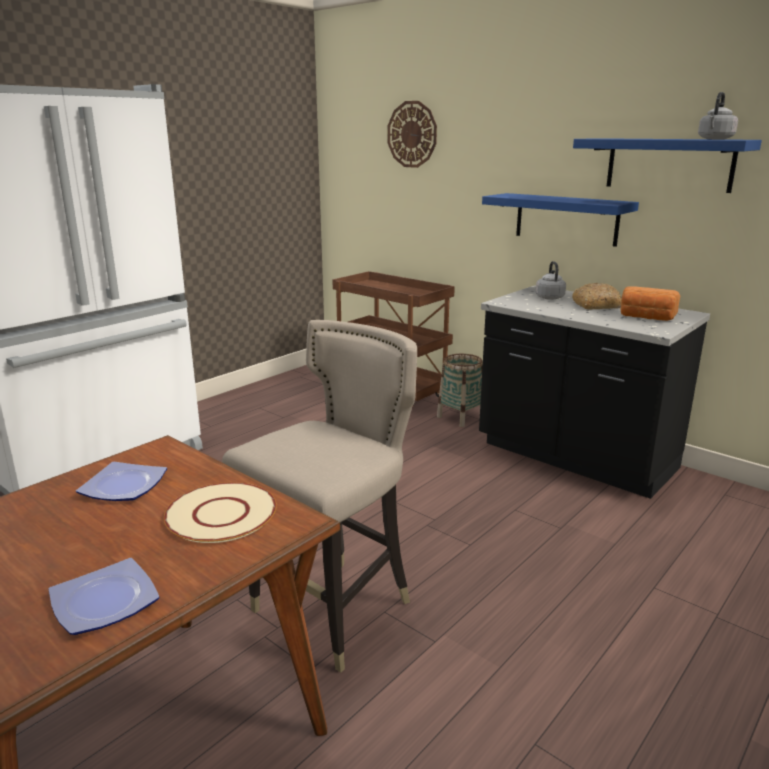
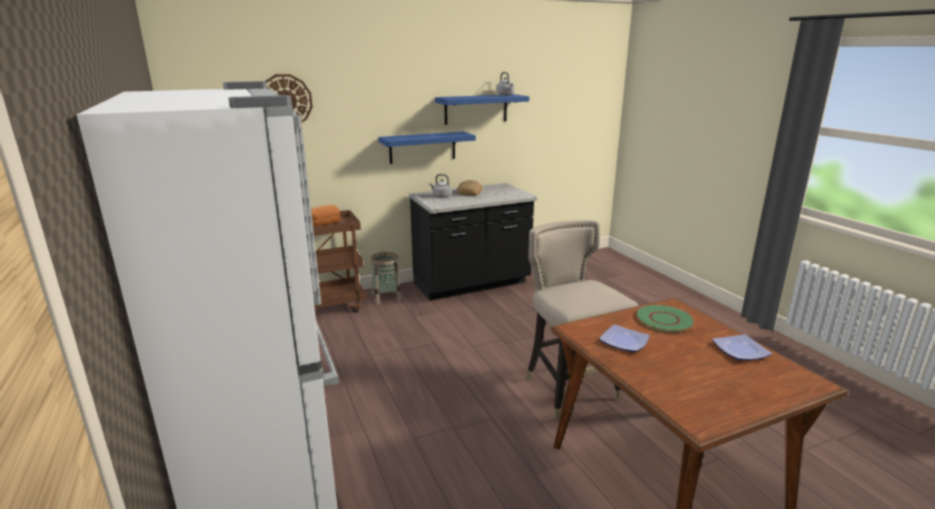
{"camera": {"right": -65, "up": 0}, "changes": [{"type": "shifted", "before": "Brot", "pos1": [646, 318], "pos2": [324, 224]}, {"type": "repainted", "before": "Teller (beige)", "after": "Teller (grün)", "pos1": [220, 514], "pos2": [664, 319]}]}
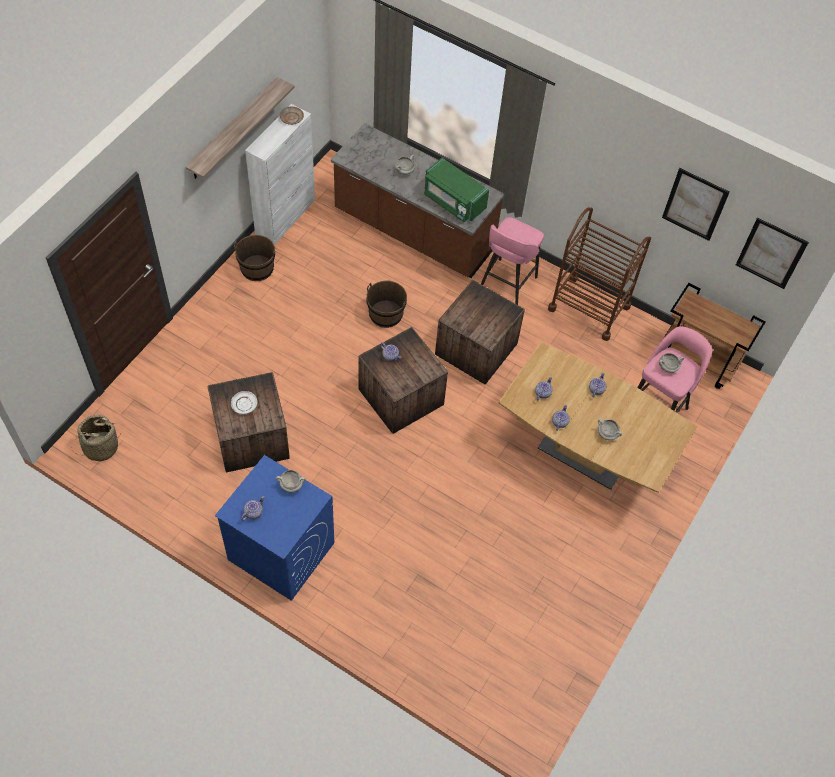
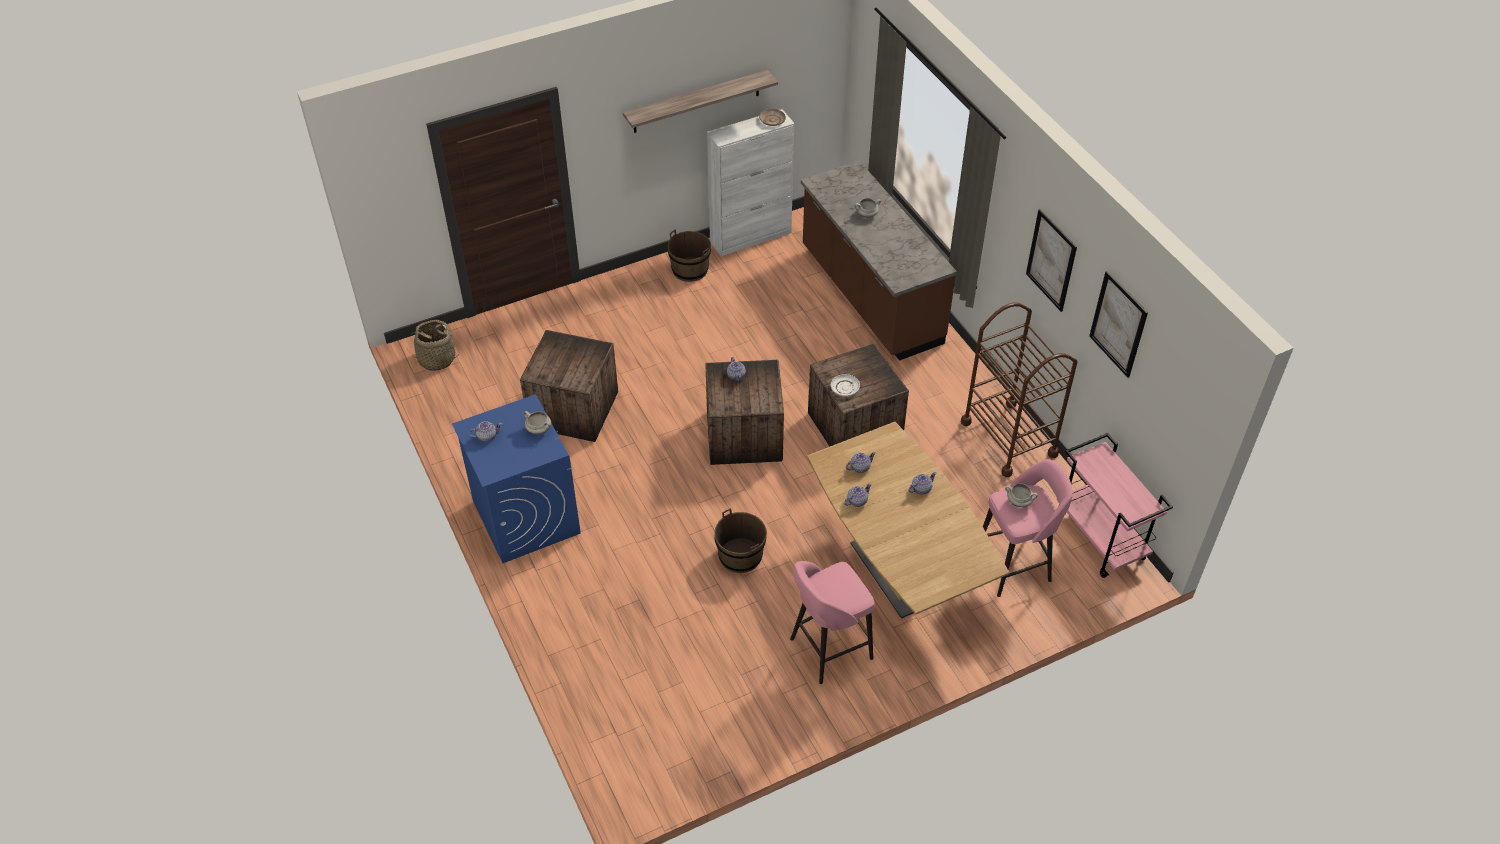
{"camera": {"right": 35, "up": -10}, "changes": [{"type": "gone", "before": "Mikrowelle (grün)", "pos1": [453, 201]}, {"type": "shifted", "before": "Hocker (rosa)", "pos1": [507, 284], "pos2": [828, 649]}, {"type": "shifted", "before": "Bild", "pos1": [771, 253], "pos2": [1051, 260]}, {"type": "shifted", "before": "Eimer (braun)", "pos1": [386, 314], "pos2": [740, 556]}, {"type": "repainted", "before": "Rollwagen (braun)", "after": "Rollwagen (rosa)", "pos1": [698, 359], "pos2": [1100, 540]}, {"type": "shifted", "before": "Teller (weiß)", "pos1": [244, 405], "pos2": [845, 388]}, {"type": "gone", "before": "Kochtopf (weiß)", "pos1": [607, 434]}]}
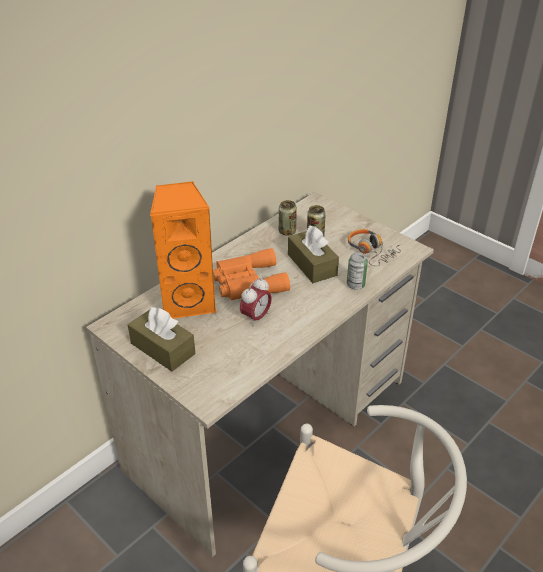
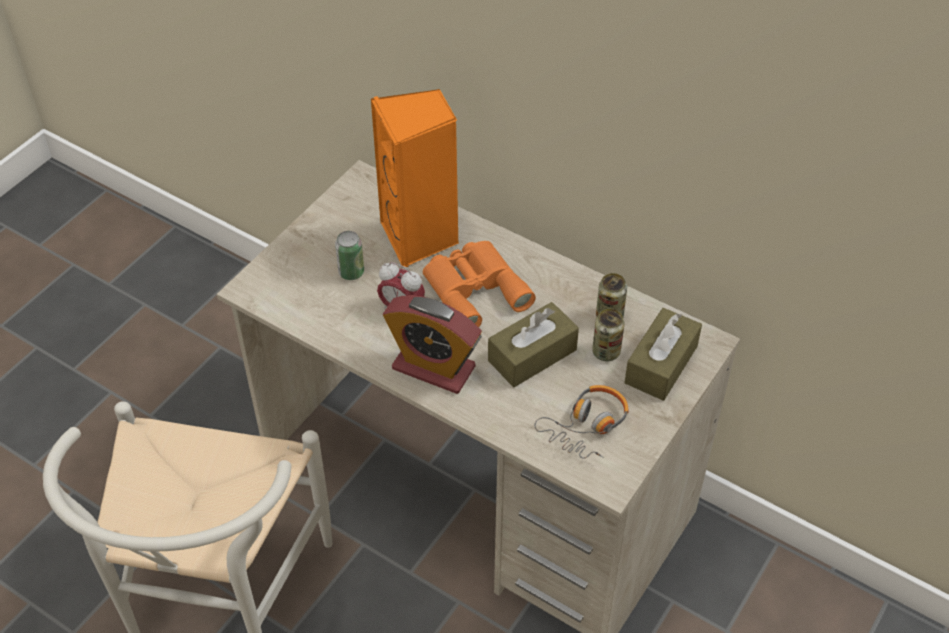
{"camera": {"right": 80, "up": 10}, "changes": [{"type": "shifted", "before": "Dose", "pos1": [355, 285], "pos2": [351, 272]}, {"type": "shifted", "before": "Taschentuchbox (braun)", "pos1": [162, 348], "pos2": [661, 364]}, {"type": "new", "after": "Wecker", "pos2": [433, 367]}]}
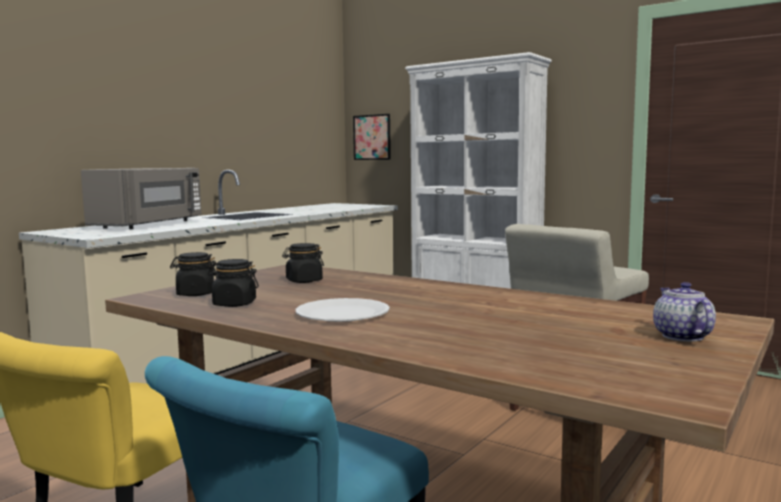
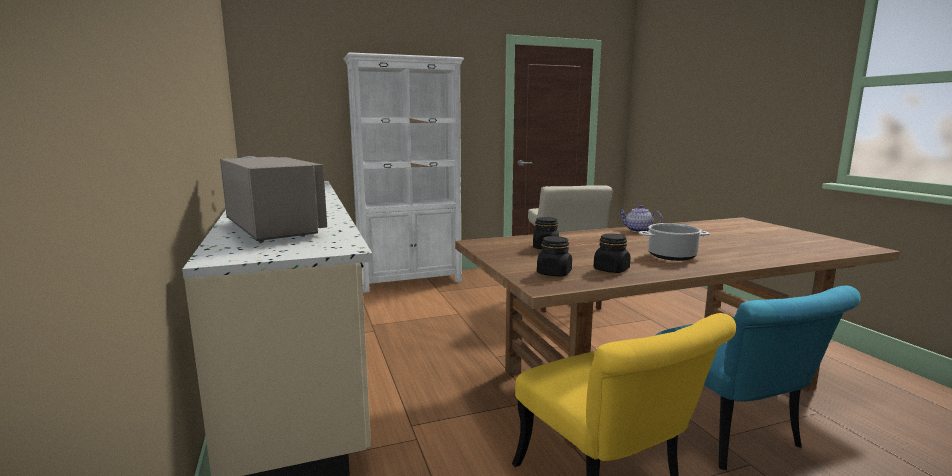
{"camera": {"right": -55, "up": 5}, "changes": [{"type": "gone", "before": "Bild", "pos1": [372, 137]}, {"type": "shifted", "before": "Teekanne", "pos1": [681, 336], "pos2": [638, 230]}, {"type": "swapped", "before": "Teller (weiß)", "after": "Kochtopf", "pos1": [342, 313], "pos2": [671, 256]}]}
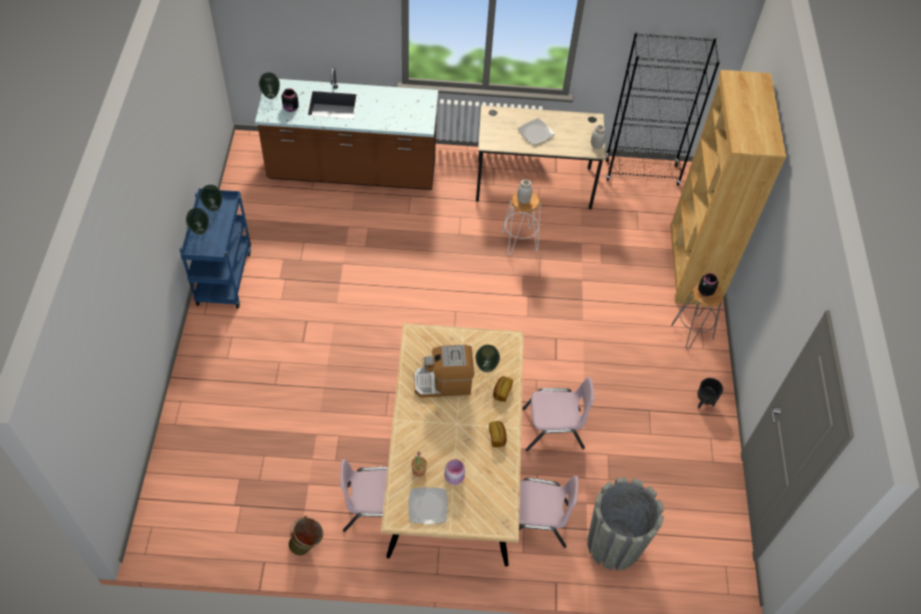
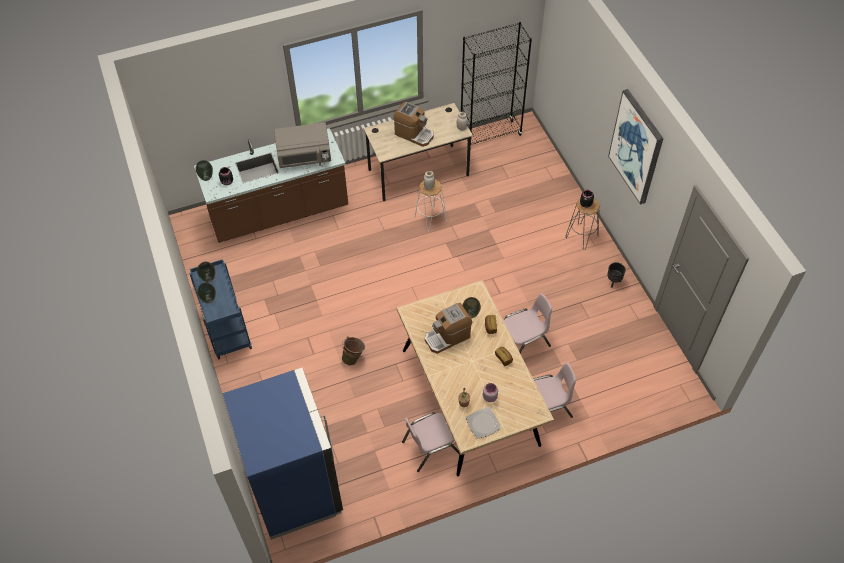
{"camera": {"right": -20, "up": 0}, "changes": [{"type": "gone", "before": "Bücherregal (braun)", "pos1": [693, 265]}, {"type": "swapped", "before": "Teller", "after": "Kaffeemaschine", "pos1": [536, 133], "pos2": [414, 134]}, {"type": "gone", "before": "Pflanzkübel (grau)", "pos1": [613, 544]}, {"type": "shifted", "before": "Eimer (grün)", "pos1": [307, 545], "pos2": [354, 358]}, {"type": "new", "after": "Bild", "pos2": [636, 147]}, {"type": "new", "after": "Mikrowelle (grau)", "pos2": [304, 158]}, {"type": "new", "after": "Kühlschrank (blau)", "pos2": [295, 488]}]}
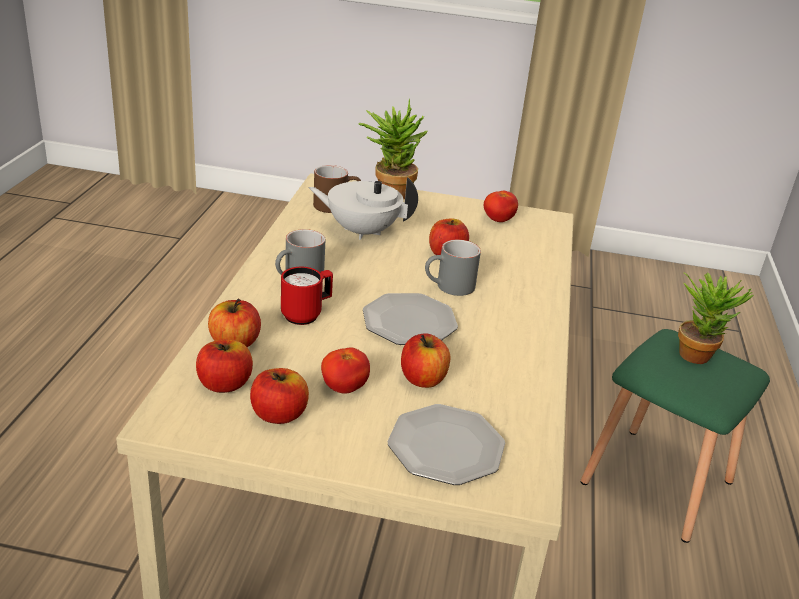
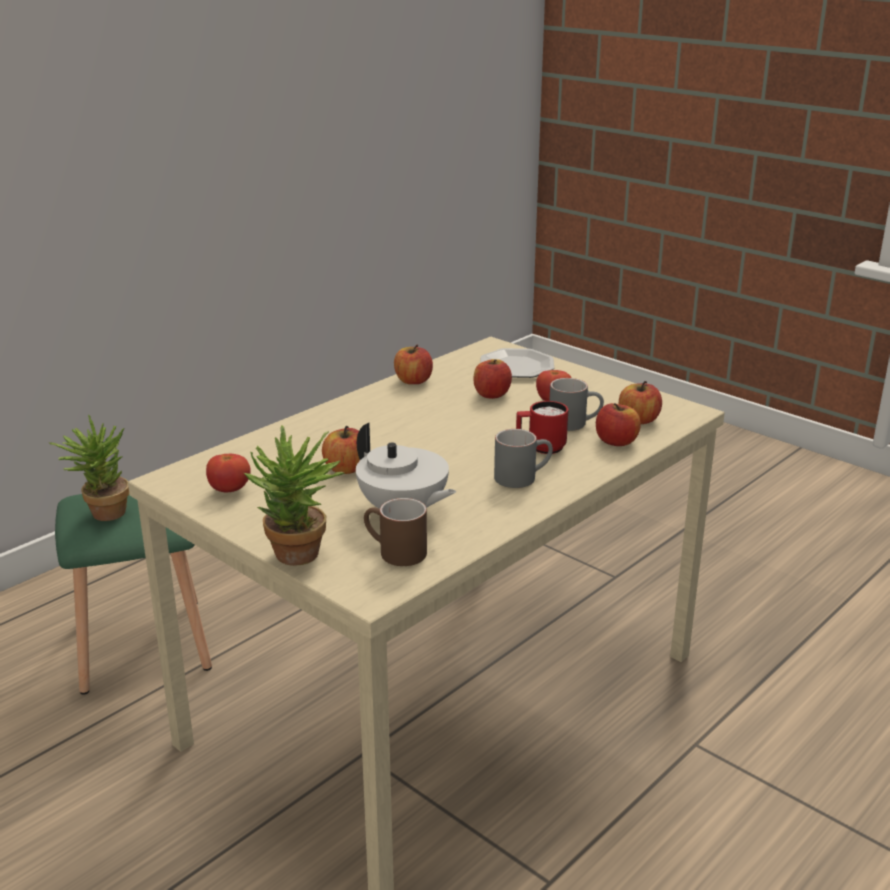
{"camera": {"right": -145, "up": -5}, "changes": [{"type": "shifted", "before": "Henkelbecher (grau)", "pos1": [449, 287], "pos2": [574, 423]}, {"type": "gone", "before": "Teller", "pos1": [410, 323]}, {"type": "shifted", "before": "Apfel", "pos1": [279, 414], "pos2": [413, 381]}]}
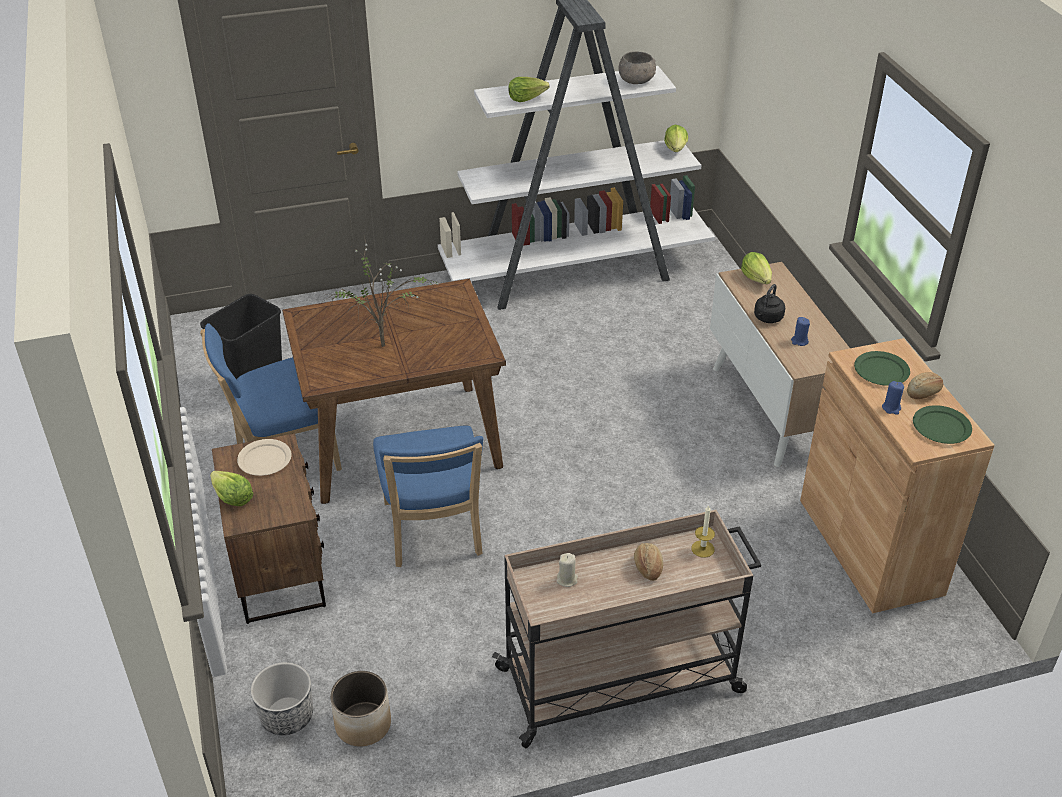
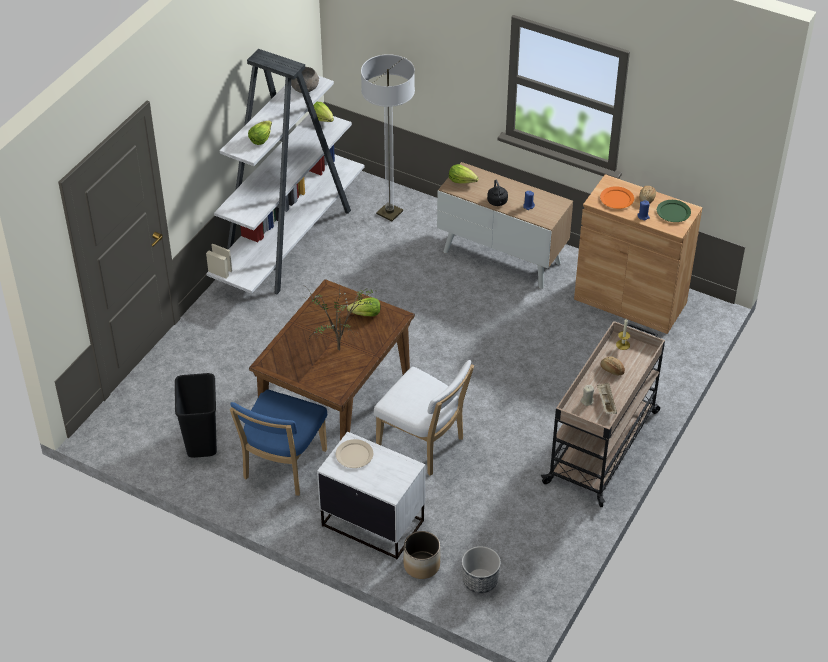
{"camera": {"right": -45, "up": 5}, "changes": [{"type": "repainted", "before": "Teller (grün)", "after": "Teller (orange)", "pos1": [881, 371], "pos2": [616, 199]}, {"type": "repainted", "before": "Stuhl (blau)", "after": "Stuhl (weiß)", "pos1": [433, 533], "pos2": [423, 445]}, {"type": "repainted", "before": "Nachttisch (braun)", "after": "Nachttisch (weiß)", "pos1": [279, 569], "pos2": [372, 522]}, {"type": "shifted", "before": "Salatkopf", "pos1": [232, 497], "pos2": [365, 314]}, {"type": "shifted", "before": "Pflanzkübel", "pos1": [362, 724], "pos2": [421, 565]}, {"type": "new", "after": "Stehlampe", "pos2": [389, 213]}, {"type": "new", "after": "Tablett (beige)", "pos2": [606, 403]}]}
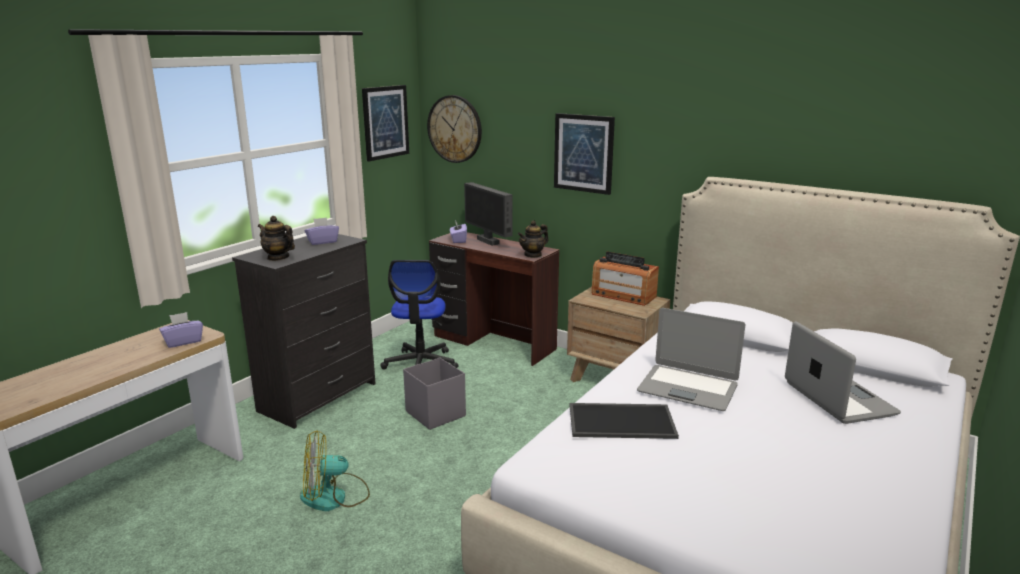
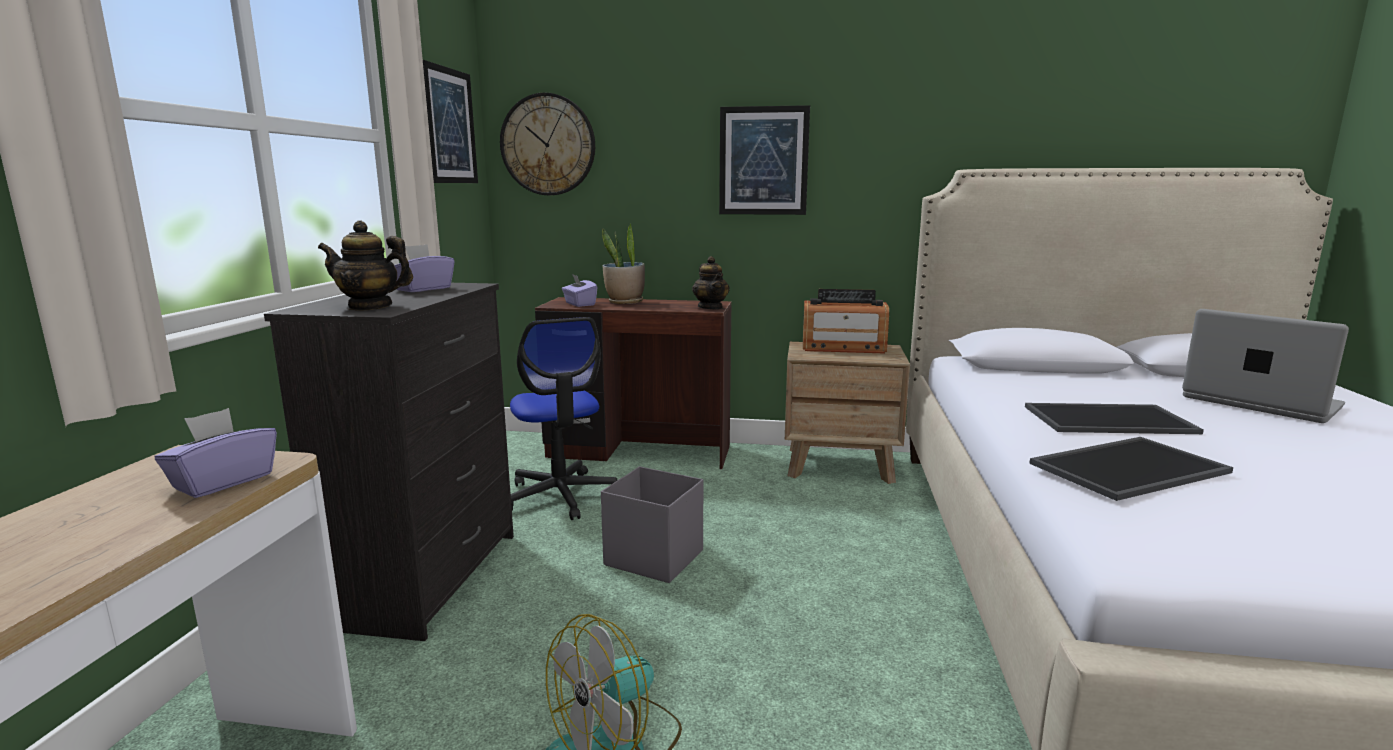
{"camera": {"right": -25, "up": -5}, "changes": [{"type": "swapped", "before": "Monitor", "after": "Topfpflanze", "pos1": [489, 241], "pos2": [625, 302]}, {"type": "rotated", "before": "Teekanne", "pos1": [533, 255], "pos2": [711, 308], "turn": -45}, {"type": "swapped", "before": "Laptop", "after": "Tablett", "pos1": [688, 388], "pos2": [1109, 419]}]}
